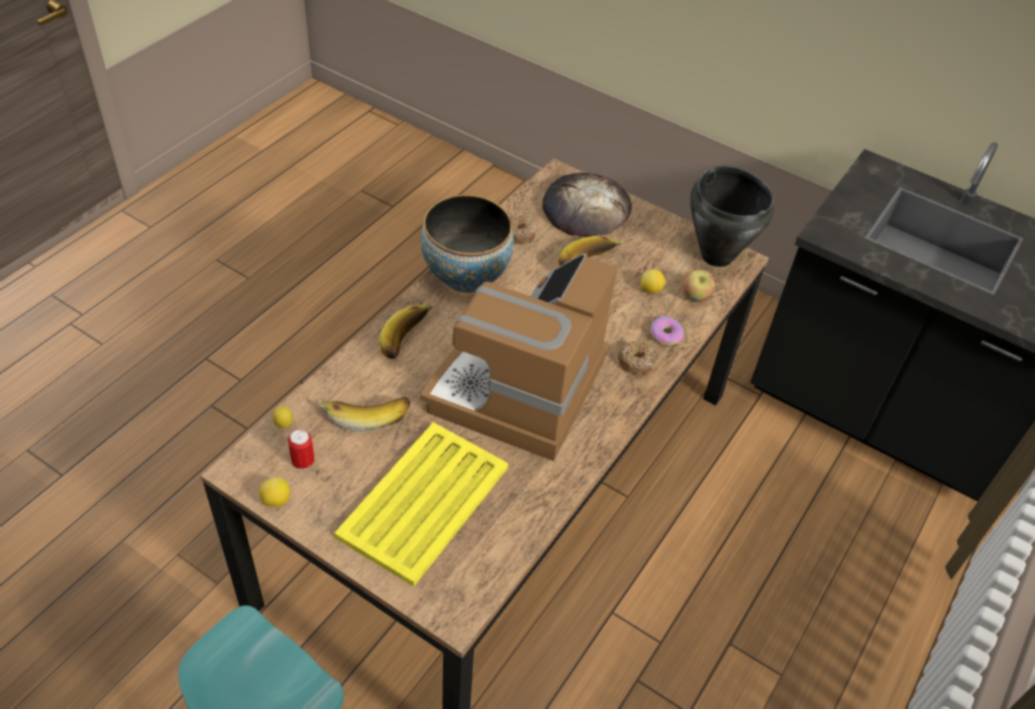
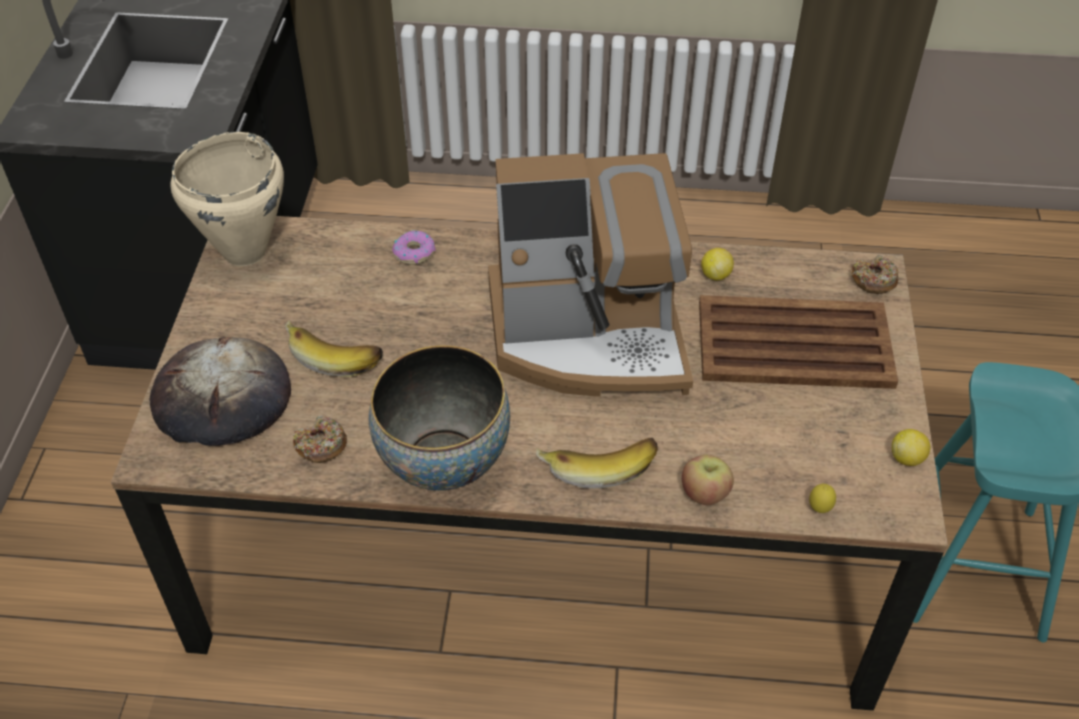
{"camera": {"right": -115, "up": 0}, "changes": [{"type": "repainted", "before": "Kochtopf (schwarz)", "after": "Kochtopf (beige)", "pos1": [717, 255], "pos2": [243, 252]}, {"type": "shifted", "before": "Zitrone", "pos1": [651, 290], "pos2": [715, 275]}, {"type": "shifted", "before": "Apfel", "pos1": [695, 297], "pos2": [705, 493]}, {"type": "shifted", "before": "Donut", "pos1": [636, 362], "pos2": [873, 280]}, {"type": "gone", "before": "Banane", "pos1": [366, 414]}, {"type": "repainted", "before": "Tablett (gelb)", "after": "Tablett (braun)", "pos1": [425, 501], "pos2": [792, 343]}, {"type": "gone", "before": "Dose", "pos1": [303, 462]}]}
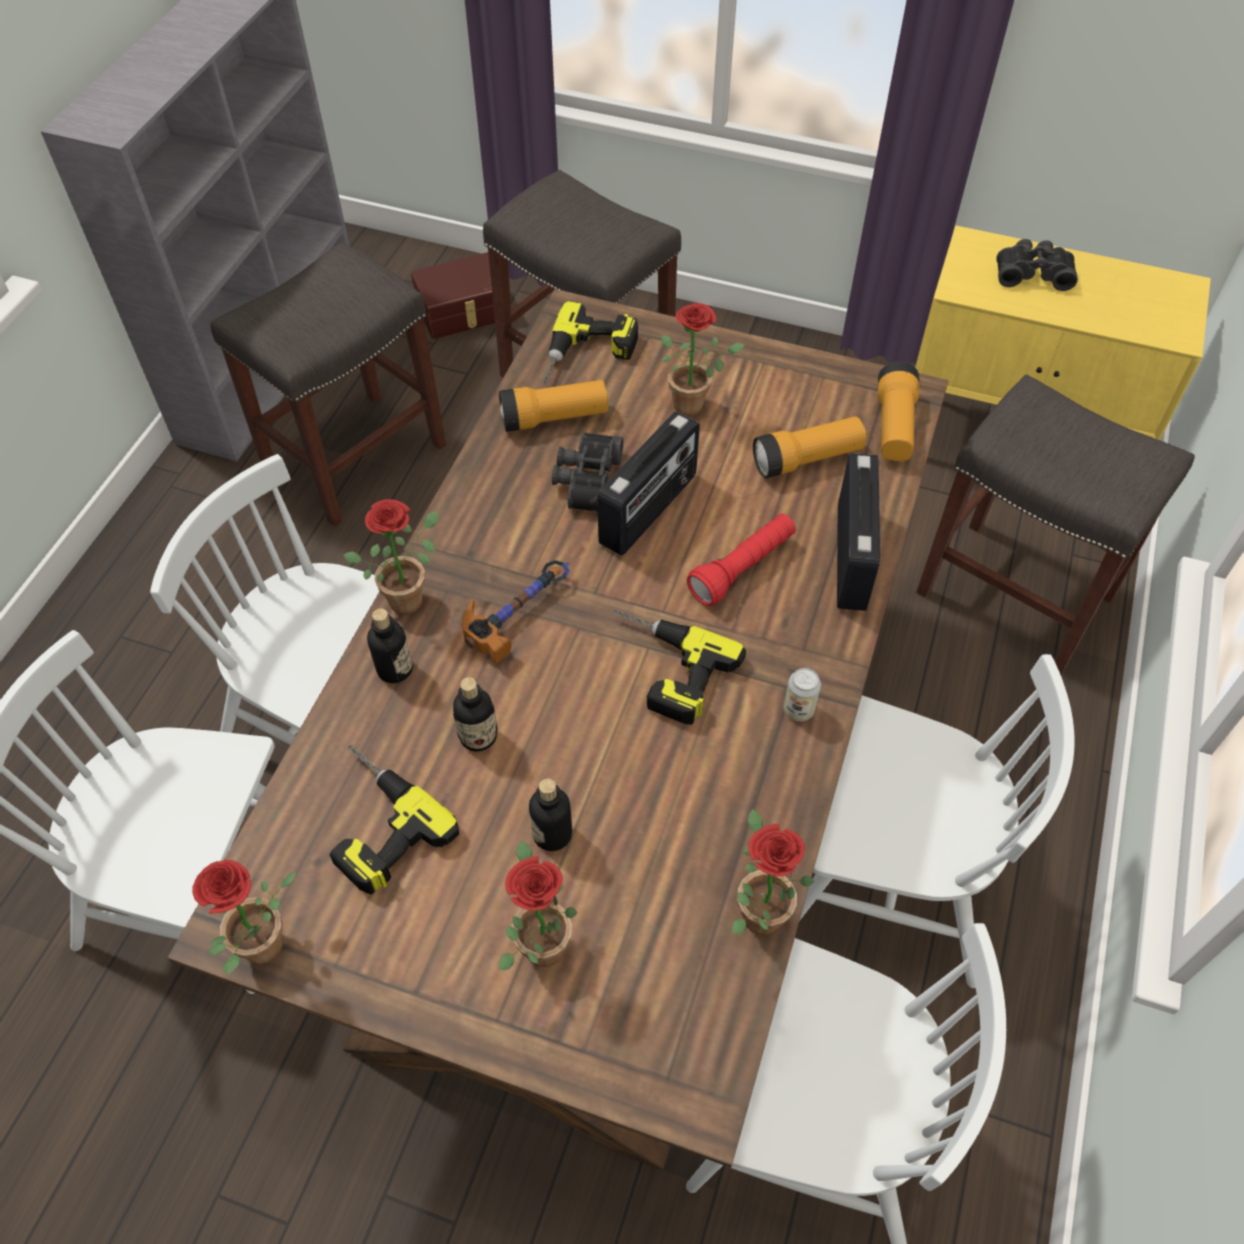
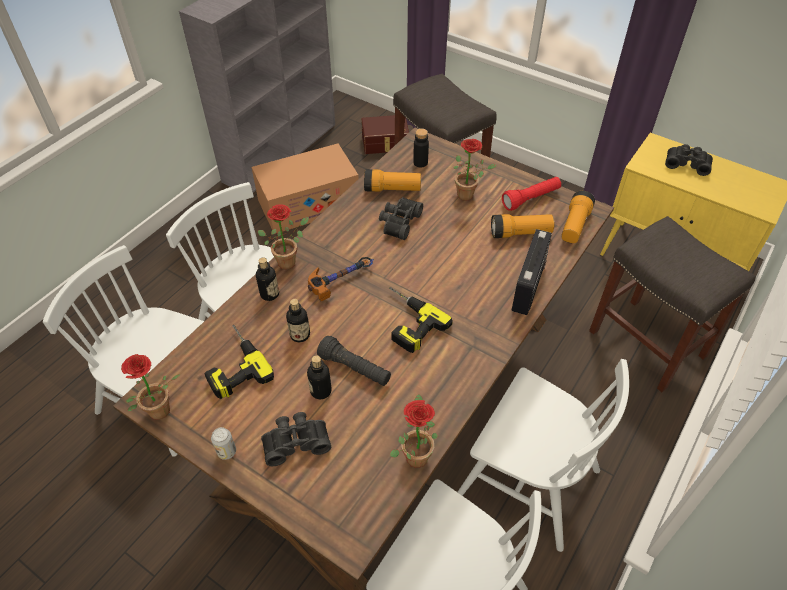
{"camera": {"right": 15, "up": -5}, "changes": [{"type": "swapped", "before": "Hocker (grau)", "after": "Karton", "pos1": [356, 455], "pos2": [308, 204]}, {"type": "swapped", "before": "Bohrmaschine", "after": "Flasche (schwarz)", "pos1": [588, 357], "pos2": [420, 163]}, {"type": "gone", "before": "Radio", "pos1": [649, 510]}, {"type": "shifted", "before": "Taschenlampe (rot)", "pos1": [742, 568], "pos2": [531, 199]}, {"type": "shifted", "before": "Dose", "pos1": [798, 710], "pos2": [227, 452]}, {"type": "swapped", "before": "Topfpflanze", "after": "Fernglas (schwarz)", "pos1": [539, 940], "pos2": [296, 441]}, {"type": "new", "after": "Taschenlampe (schwarz)", "pos2": [355, 369]}]}
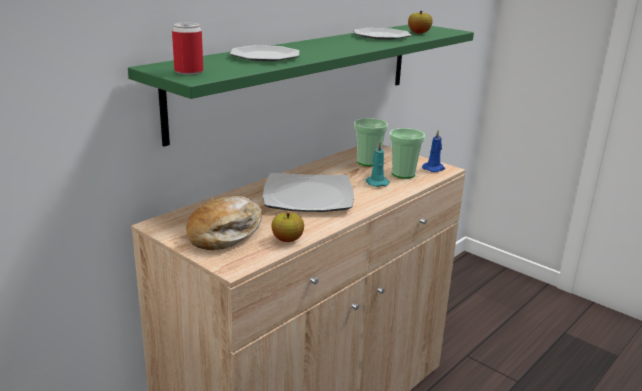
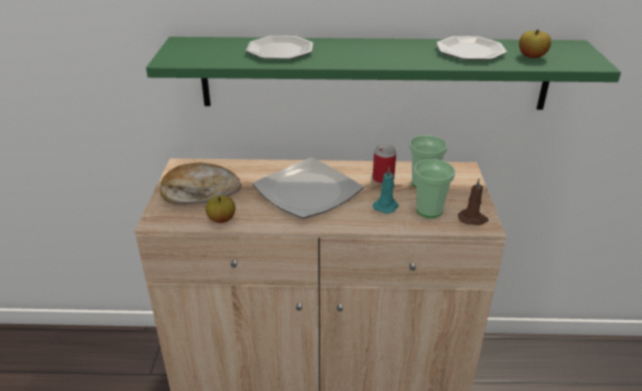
{"camera": {"right": 50, "up": 10}, "changes": [{"type": "shifted", "before": "Dose", "pos1": [189, 72], "pos2": [383, 179]}, {"type": "repainted", "before": "Kerze (blau)", "after": "Kerze (braun)", "pos1": [434, 168], "pos2": [473, 219]}]}
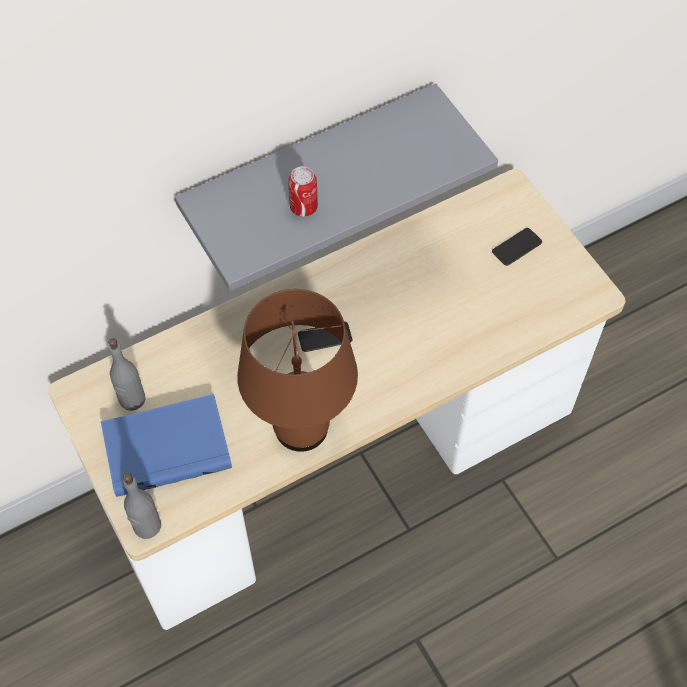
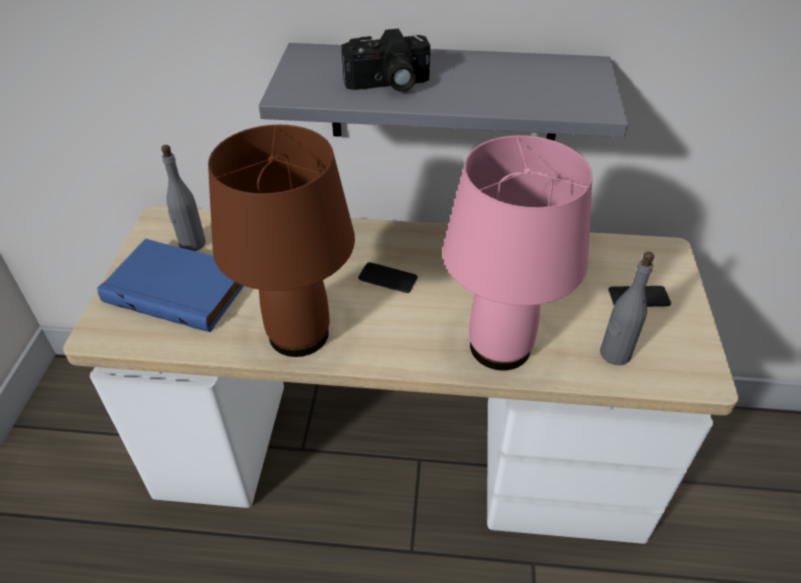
{"camera": {"right": 35, "up": -15}, "changes": [{"type": "swapped", "before": "Dose", "after": "Kamera", "pos1": [303, 207], "pos2": [388, 84]}, {"type": "shifted", "before": "Flasche (grau)", "pos1": [147, 526], "pos2": [614, 354]}, {"type": "new", "after": "Tischlampe (rosa)", "pos2": [501, 347]}]}
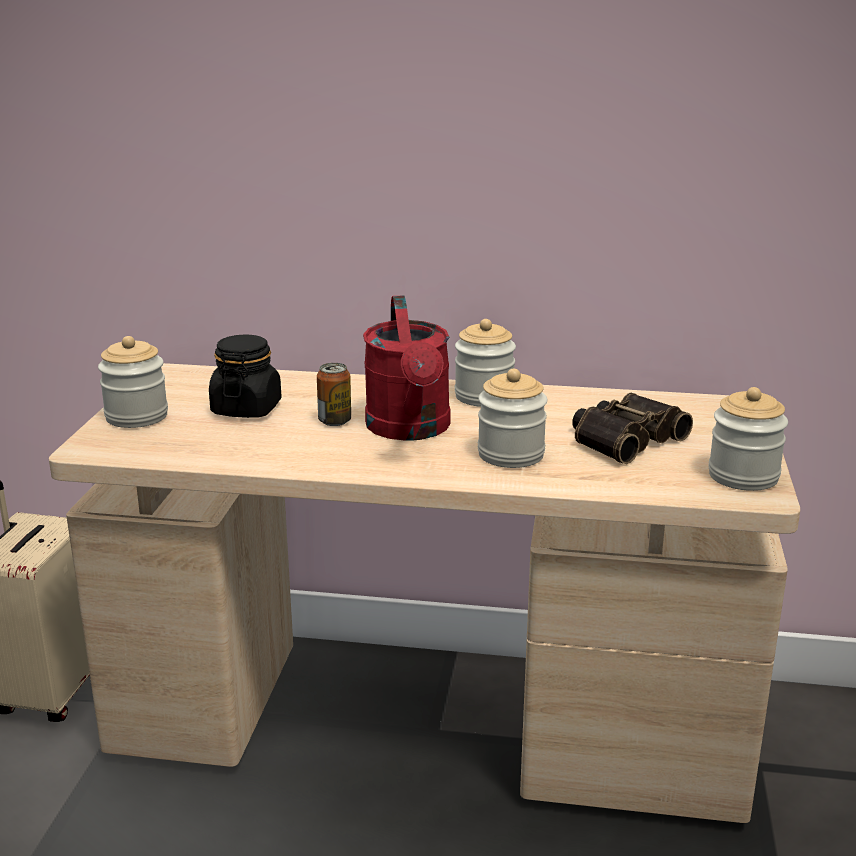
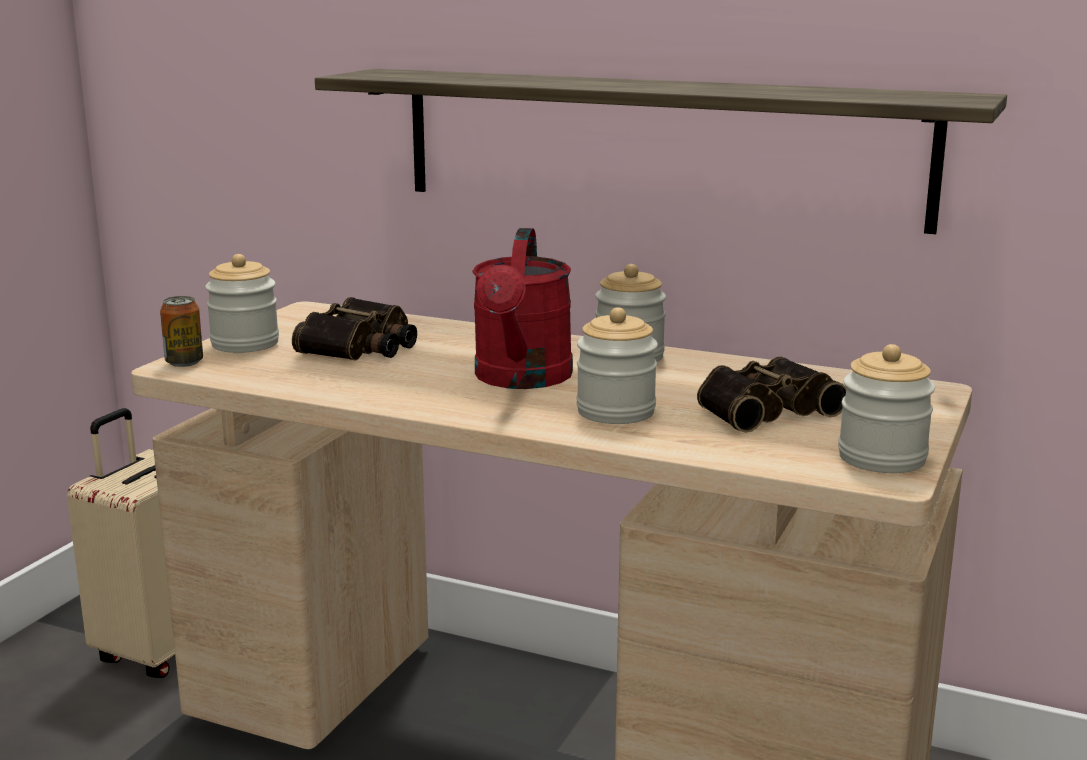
{"camera": {"right": 15, "up": -5}, "changes": [{"type": "swapped", "before": "Vorratsglas (schwarz)", "after": "Fernglas", "pos1": [246, 409], "pos2": [361, 346]}, {"type": "shifted", "before": "Dose", "pos1": [335, 421], "pos2": [184, 362]}, {"type": "new", "after": "Wandregal", "pos2": [657, 146]}]}
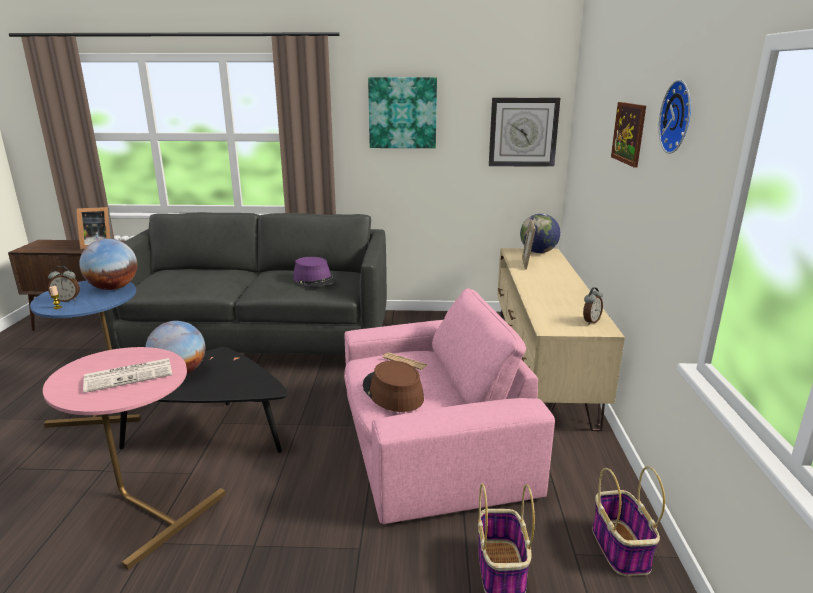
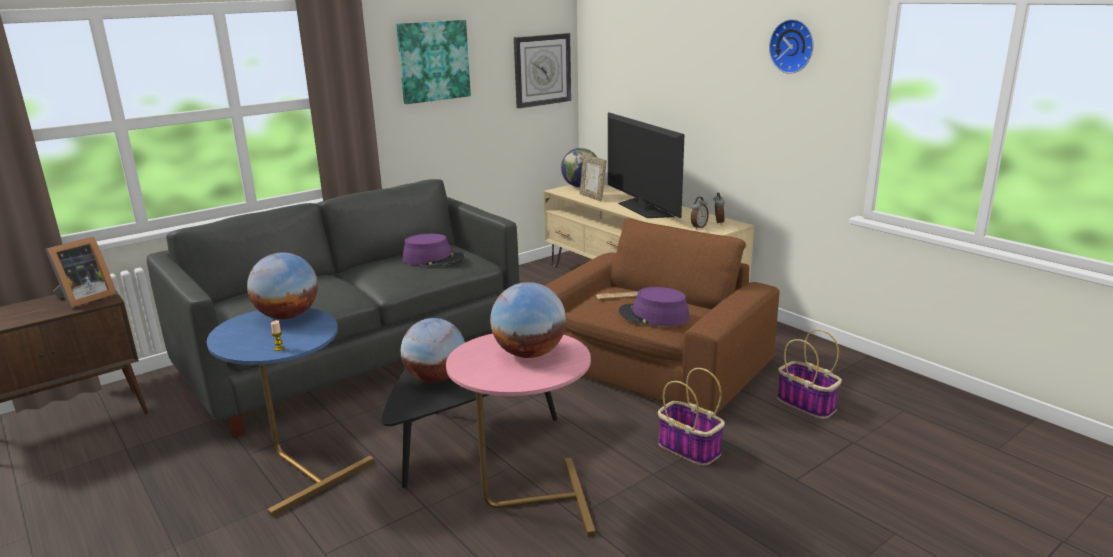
{"camera": {"right": -40, "up": 0}, "changes": [{"type": "gone", "before": "Bild", "pos1": [628, 133]}, {"type": "shifted", "before": "Wecker", "pos1": [67, 300], "pos2": [698, 227]}, {"type": "repainted", "before": "Sessel (rosa)", "after": "Sessel (braun)", "pos1": [430, 443], "pos2": [653, 364]}, {"type": "swapped", "before": "Zeitung", "after": "Globus", "pos1": [130, 375], "pos2": [529, 353]}, {"type": "repainted", "before": "Hut (braun)", "after": "Hut (lila)", "pos1": [392, 392], "pos2": [653, 316]}, {"type": "shifted", "before": "Korb", "pos1": [619, 547], "pos2": [687, 448]}, {"type": "new", "after": "Fernseher", "pos2": [643, 209]}]}
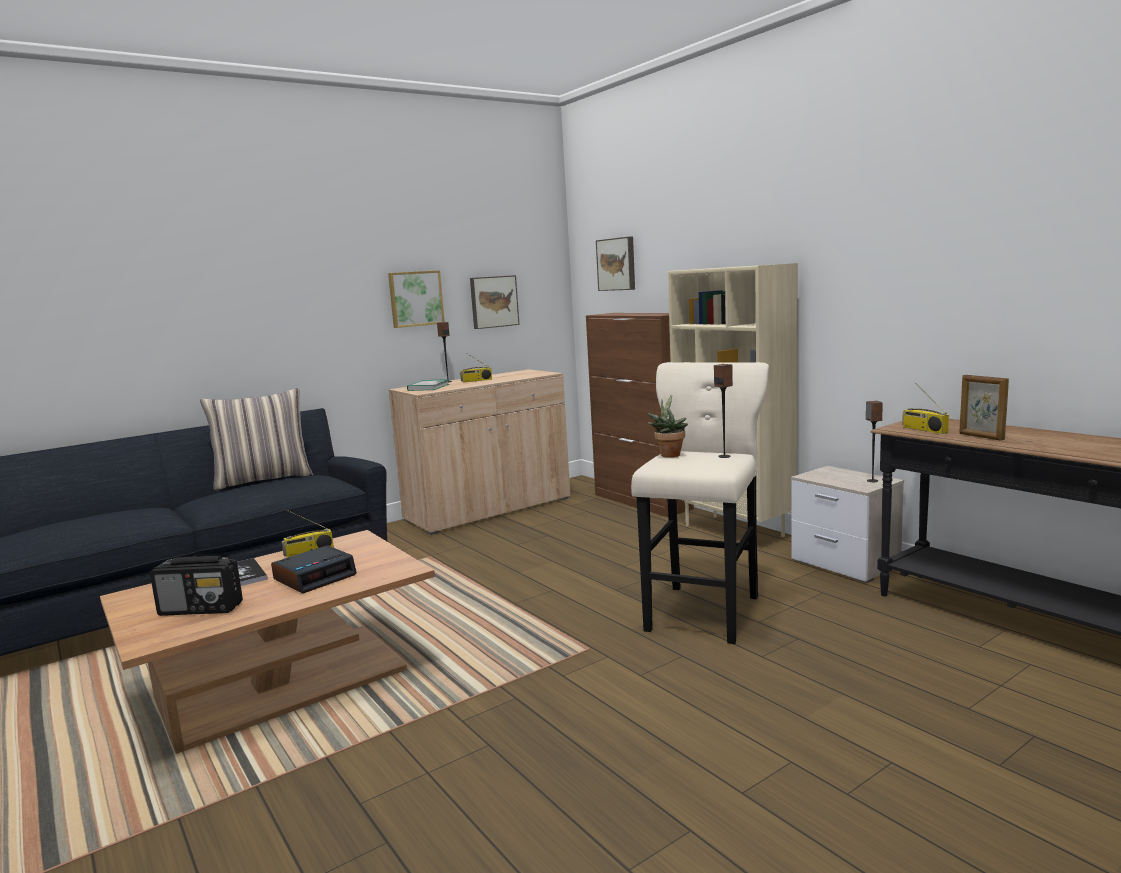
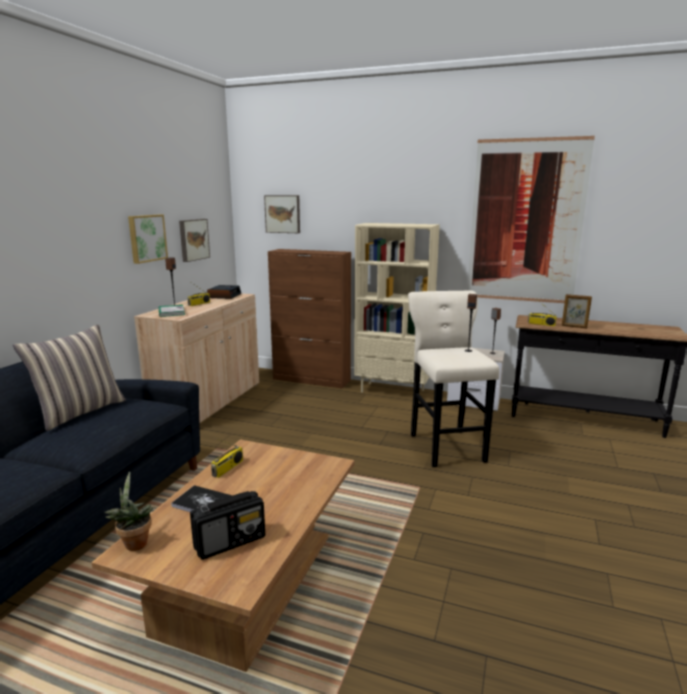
{"camera": {"right": -35, "up": 5}, "changes": [{"type": "shifted", "before": "Topfpflanze", "pos1": [669, 454], "pos2": [134, 542]}, {"type": "shifted", "before": "Wecker", "pos1": [315, 577], "pos2": [224, 296]}, {"type": "new", "after": "Bild", "pos2": [525, 222]}]}
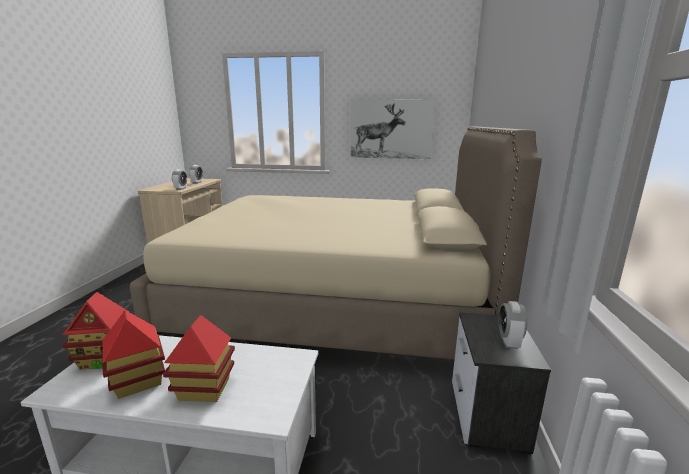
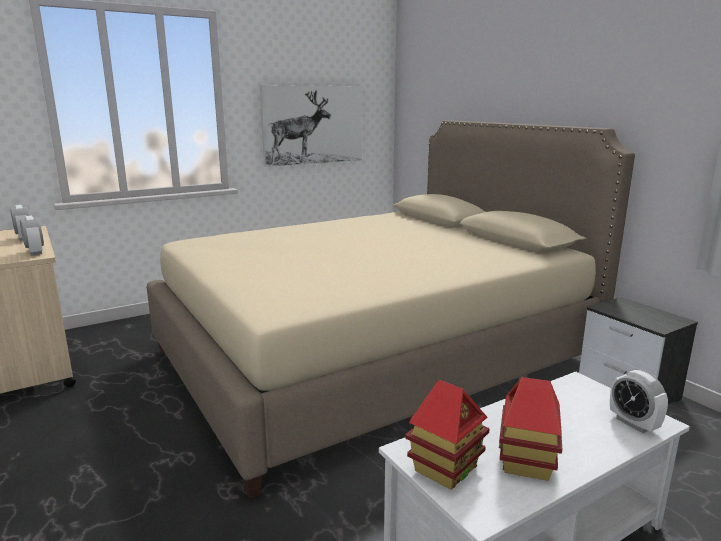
{"camera": {"right": -40, "up": 0}, "changes": [{"type": "shifted", "before": "Wecker", "pos1": [508, 341], "pos2": [633, 423]}, {"type": "gone", "before": "Spielzeughaus", "pos1": [204, 389]}]}
